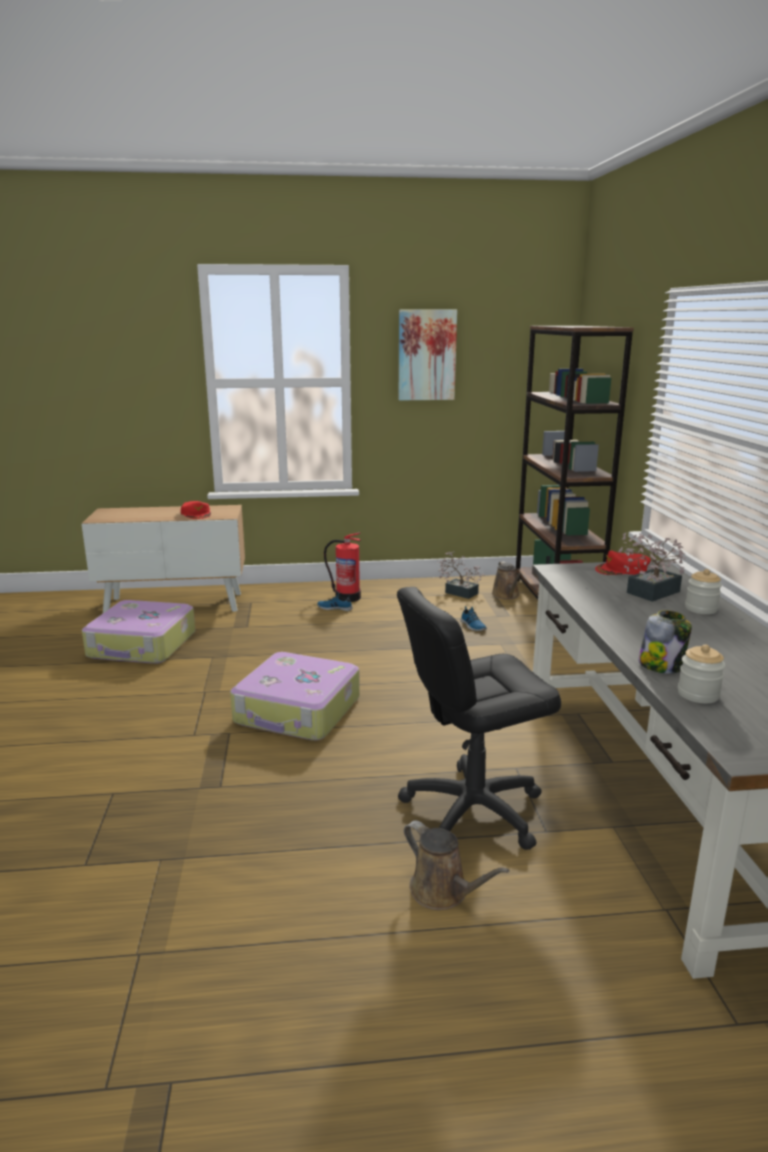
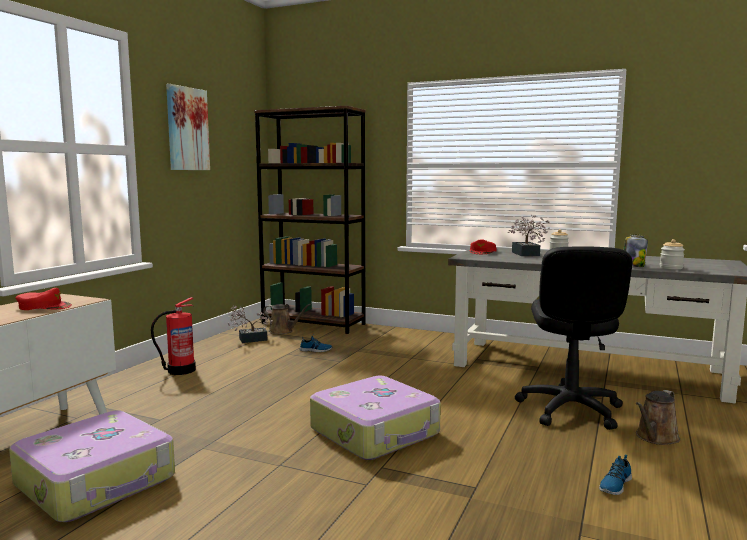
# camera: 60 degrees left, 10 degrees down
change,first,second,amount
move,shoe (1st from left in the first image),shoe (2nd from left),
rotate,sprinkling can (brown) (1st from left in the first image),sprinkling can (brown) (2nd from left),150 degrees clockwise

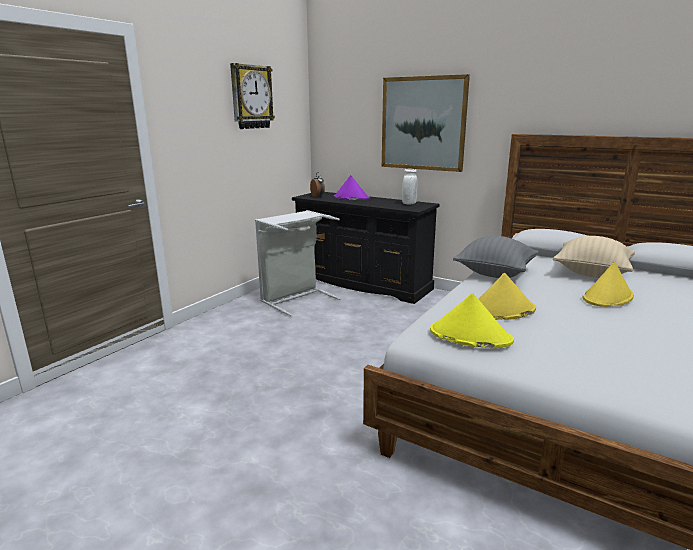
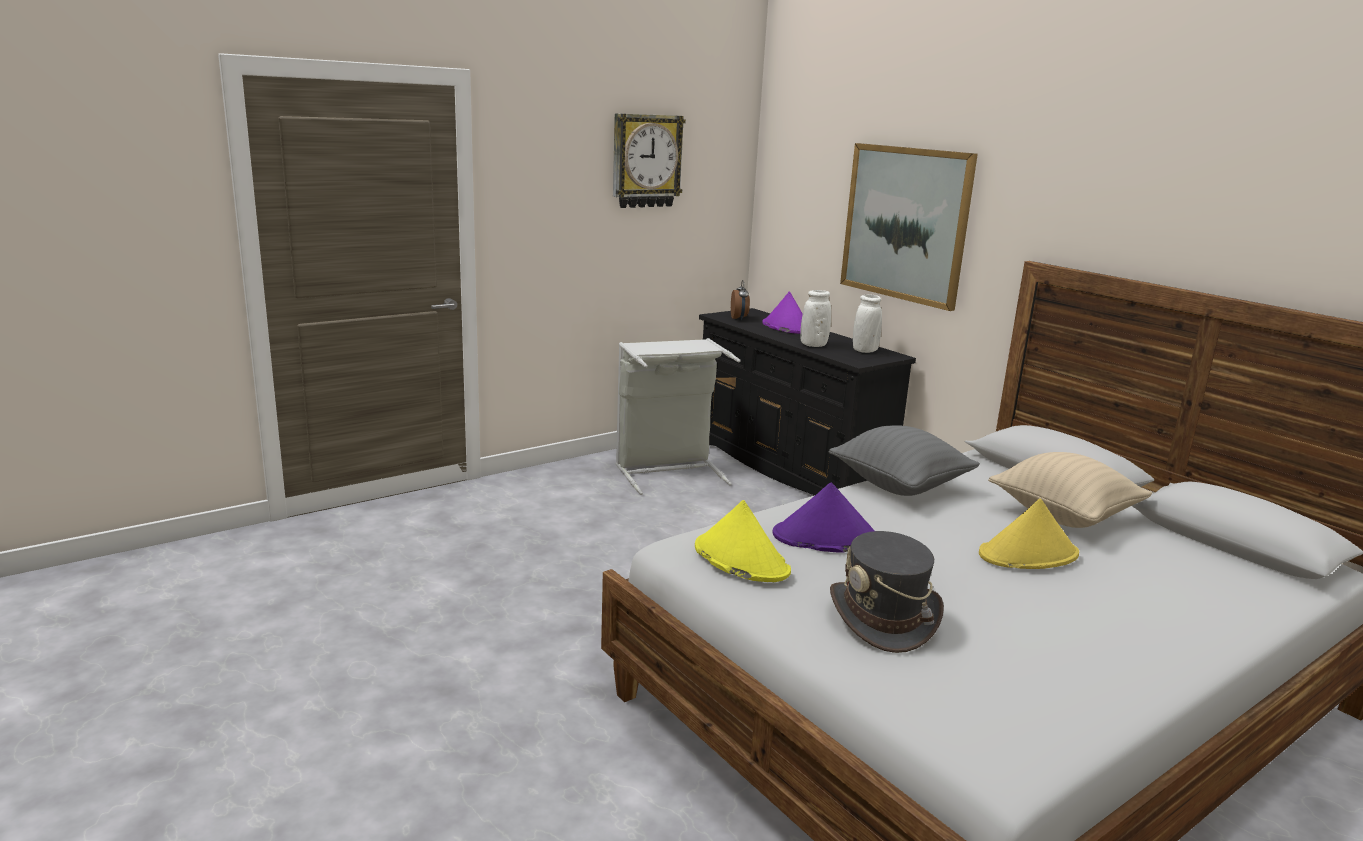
# camera: 20 degrees right, 0 degrees up
change,first,second,amount
recolor,clothing hat (yellow) (2nd from left),clothing hat (purple) (2nd from left),
insert,,vase (white-coloured) (1st from left),
insert,,clothing hat (greyish),

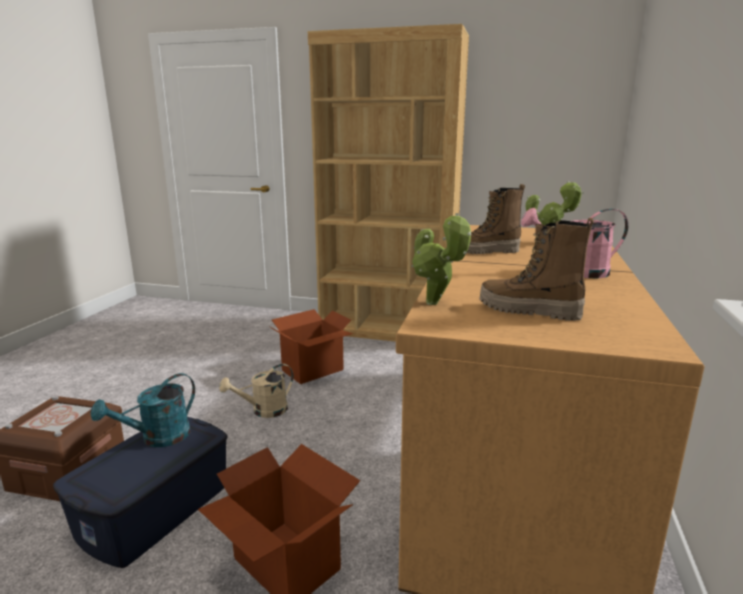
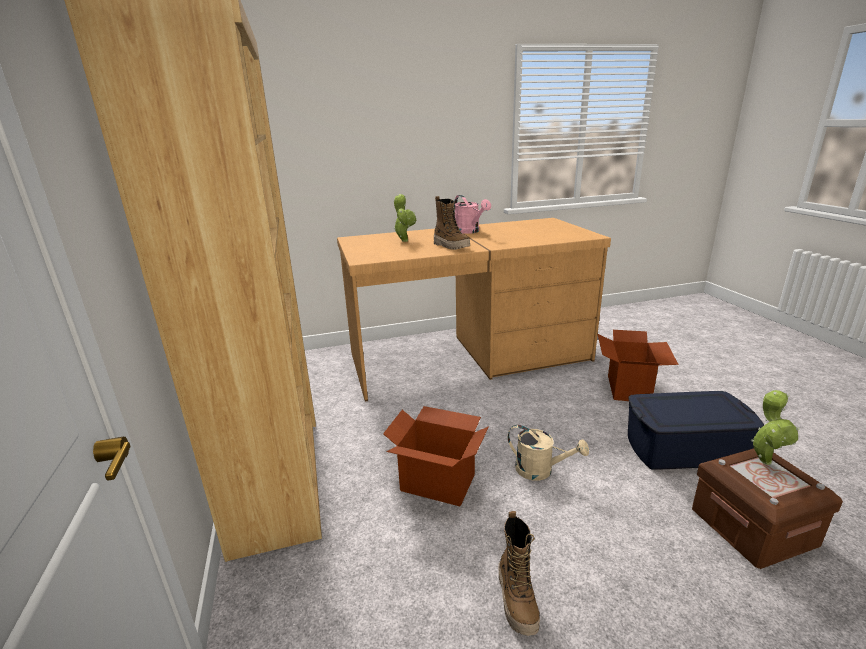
# camera: 120 degrees left, 5 degrees up
change,first,second,amount
move,plant in a pot (1st from left in the first image),plant in a pot (2nd from left),
move,boot (2nd from left),,
delete,sprinkling can (turquoise),,

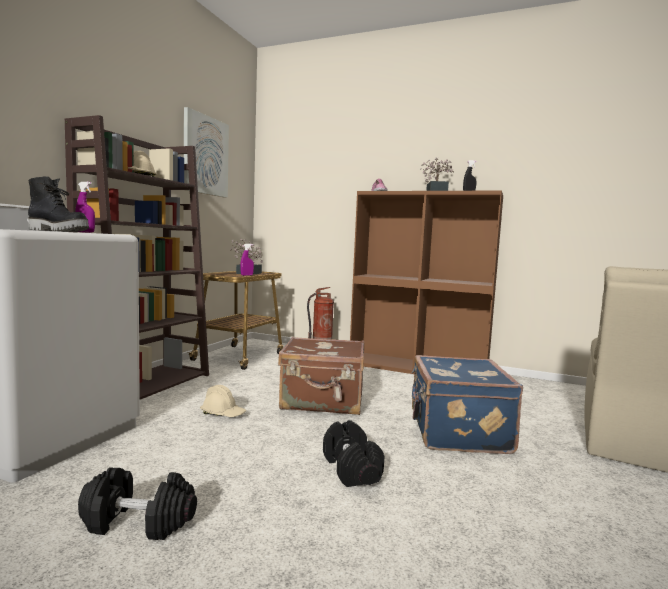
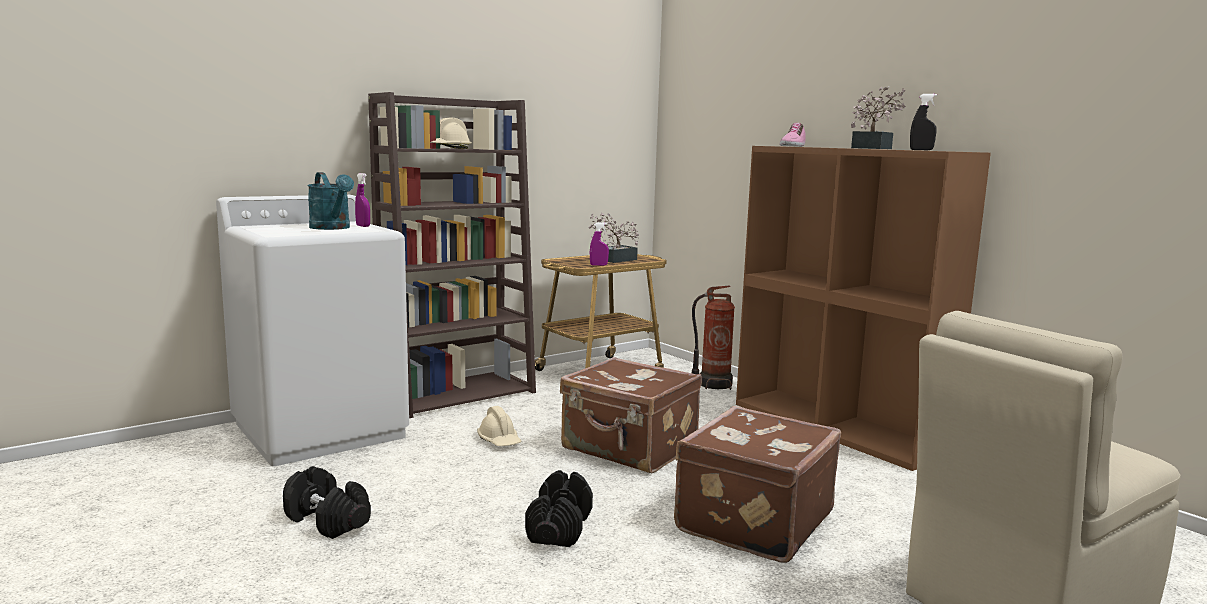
# camera: 30 degrees right, 5 degrees up
change,first,second,amount
delete,wall picture,,
replace,boot (blackish),sprinkling can (turquoise),
recolor,suitcase (blue),suitcase (brown) (2nd from left),

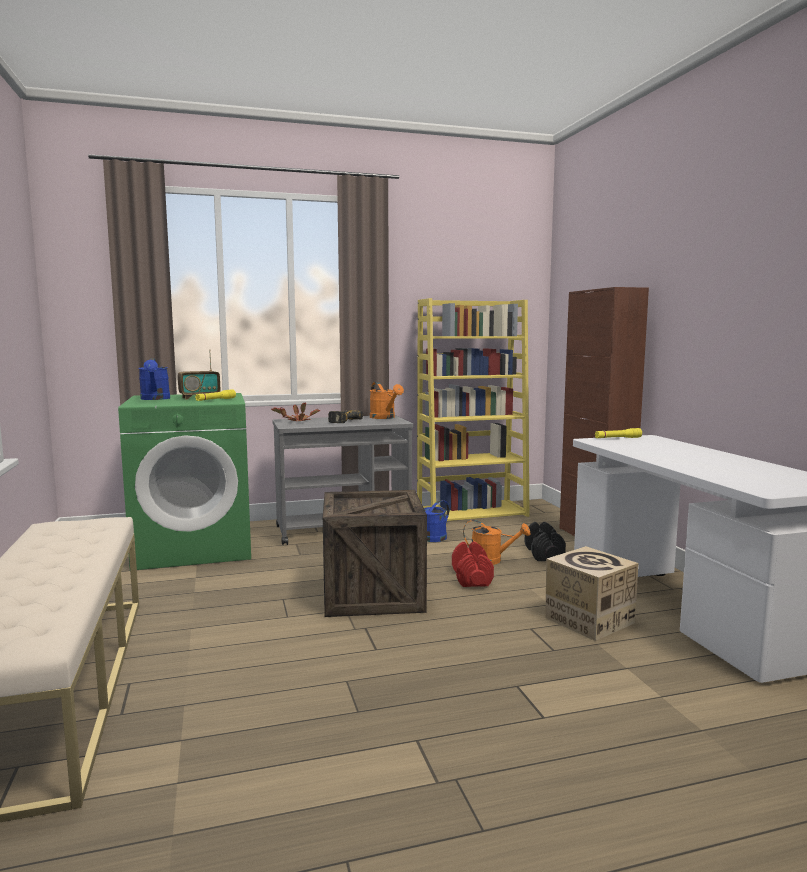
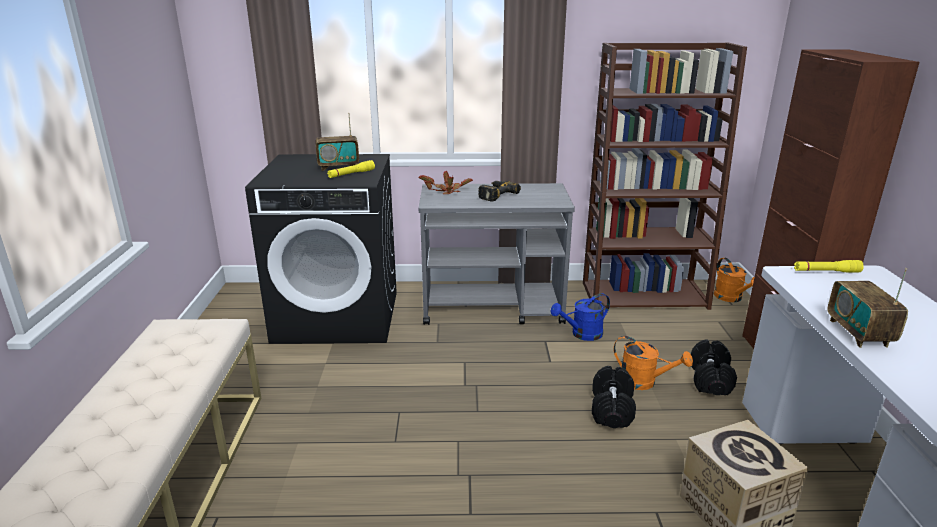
# camera: 15 degrees right, 15 degrees up
change,first,second,amount
recolor,bookshelf (yellow),bookshelf (brown),
delete,sprinkling can (blue) (1st from left),,
move,sprinkling can (orange-coloured) (1st from left in the first image),sprinkling can (orange-coloured) (2nd from left),
recolor,laundry appliance (green-coloured),laundry appliance (blackish),
delete,packing crate,,
recolor,free weight (red-coloured),free weight (blackish) (1st from left),
insert,,radio (2nd from left),

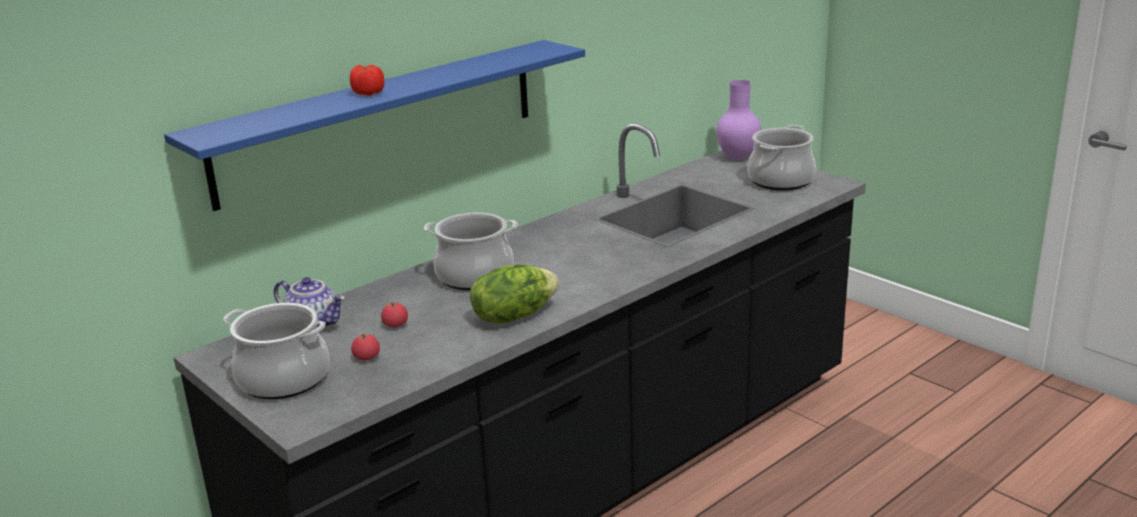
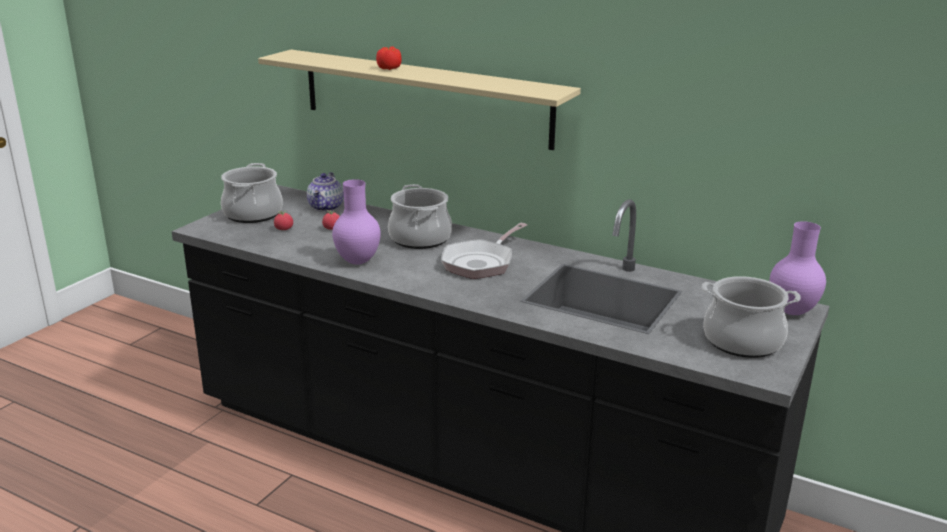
# camera: 70 degrees right, 0 degrees up
change,first,second,amount
recolor,bracket shelf (blue),bracket shelf (beige-coloured),
replace,head of lettuce,vase (purple) (1st from left),
insert,,frying pan,

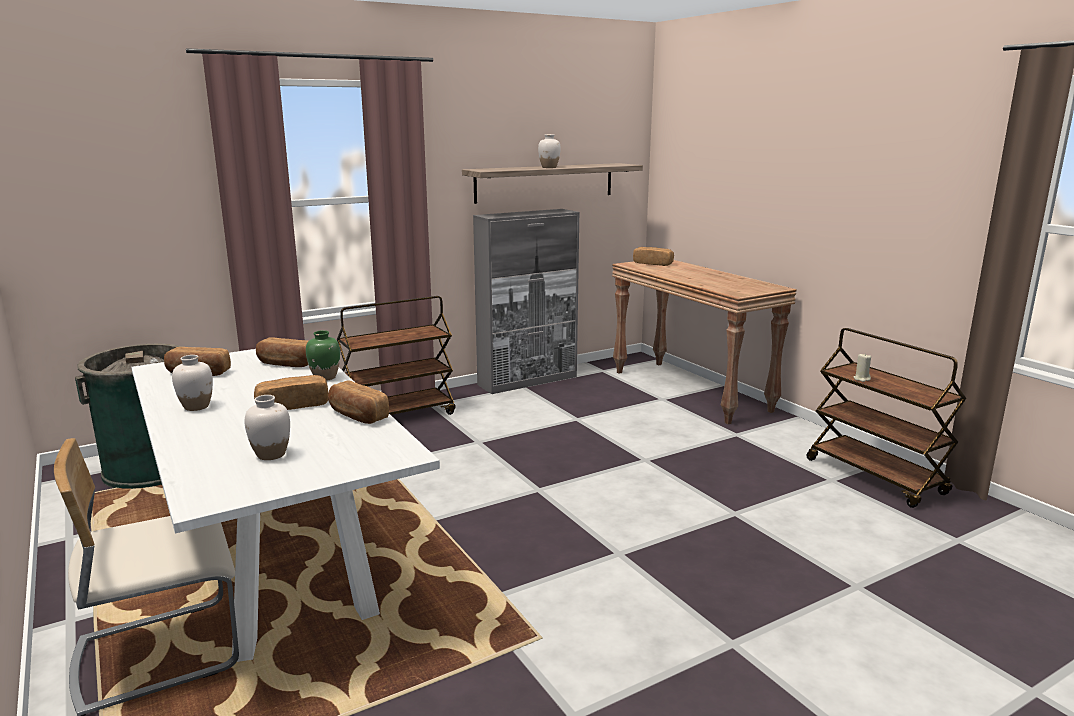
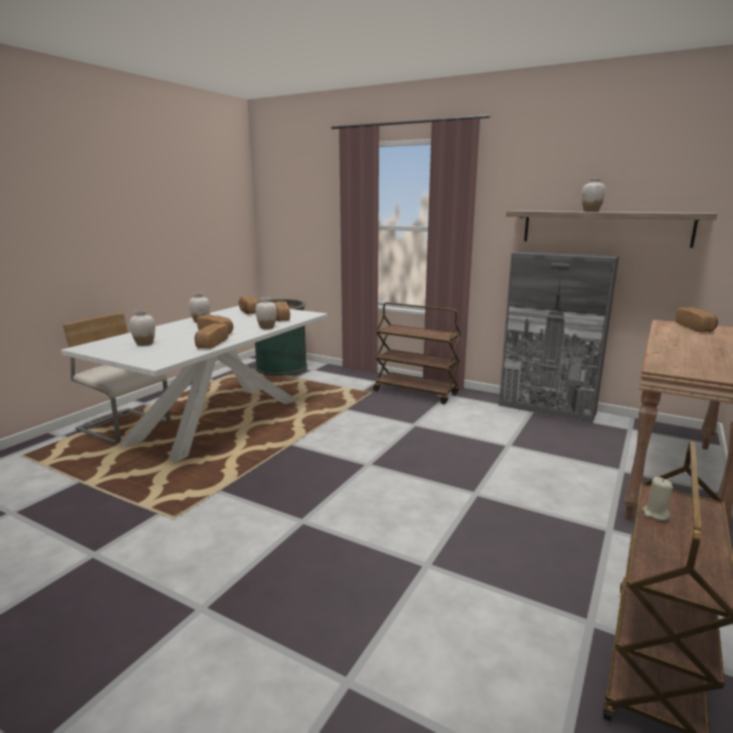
# camera: 60 degrees right, 0 degrees up
change,first,second,amount
recolor,vase (green-coloured),vase (white-coloured) (3rd from left),

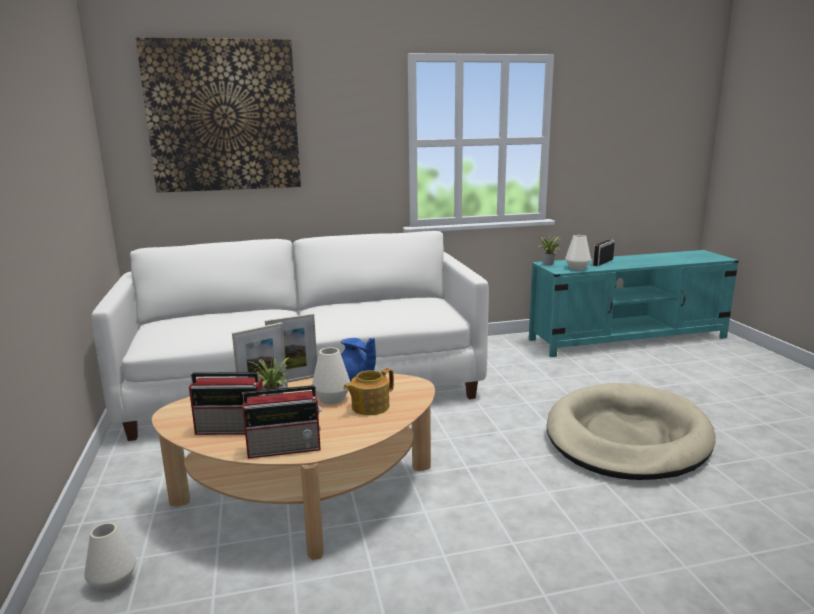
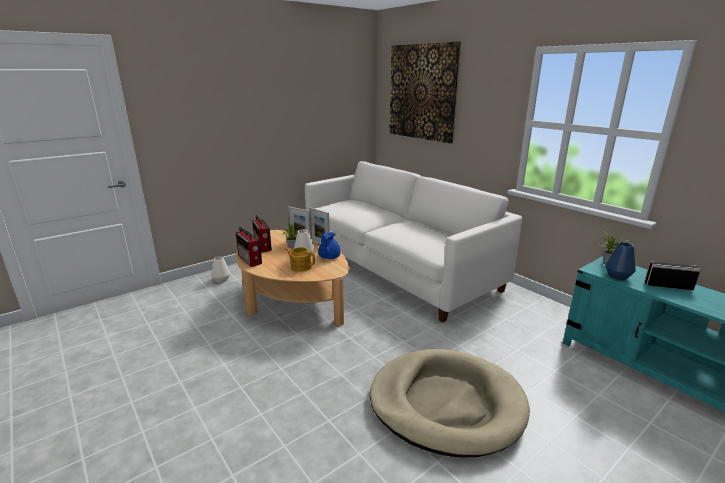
# camera: 65 degrees right, 5 degrees up
change,first,second,amount
recolor,vase (white-coloured) (3rd from left),vase (blue),

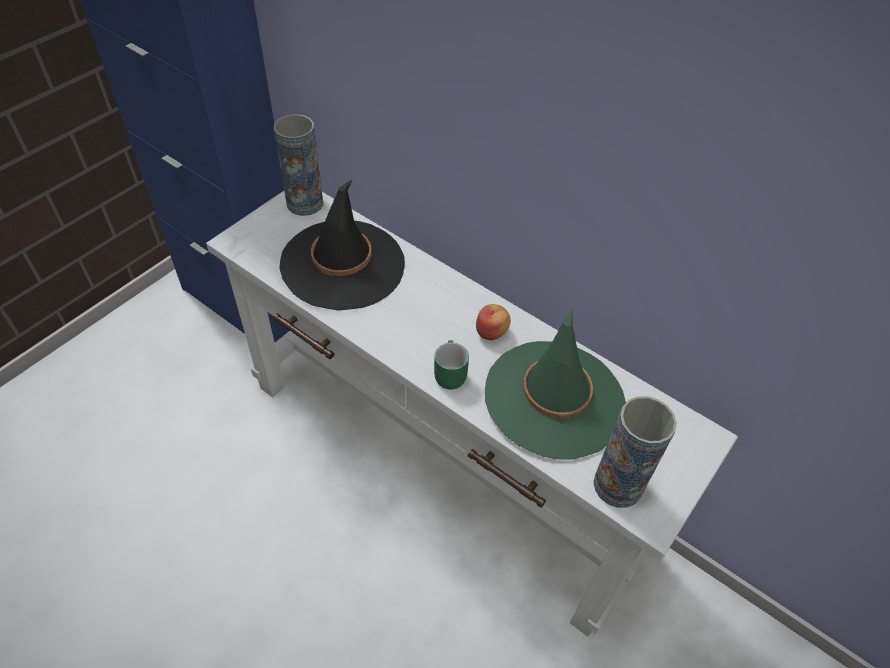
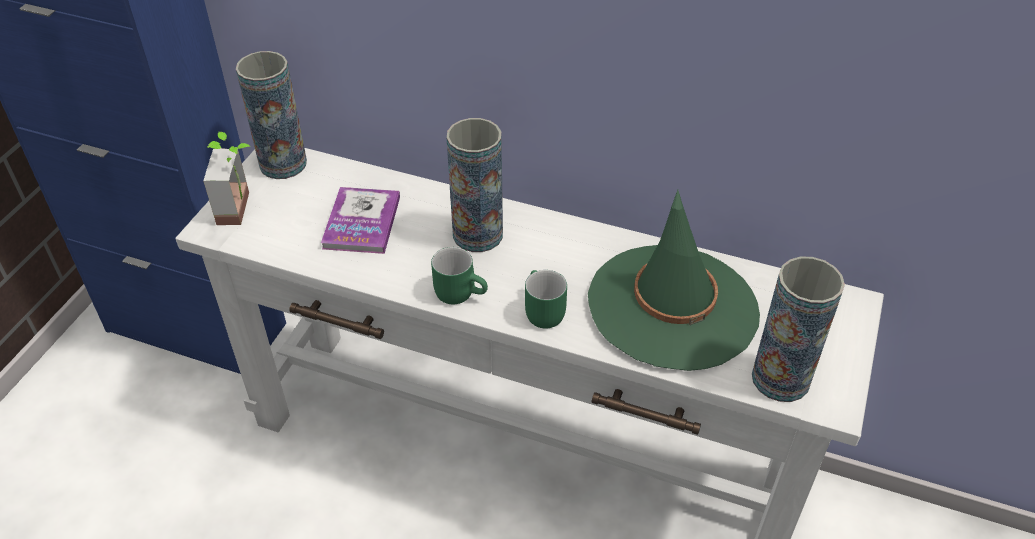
# camera: 15 degrees left, 5 degrees down
change,first,second,amount
replace,clothing hat (blackish),book,
delete,whole apple,,
insert,,vase (2nd from left),
insert,,plant in a pot,
insert,,coffee mug (green-coloured) (1st from left),

